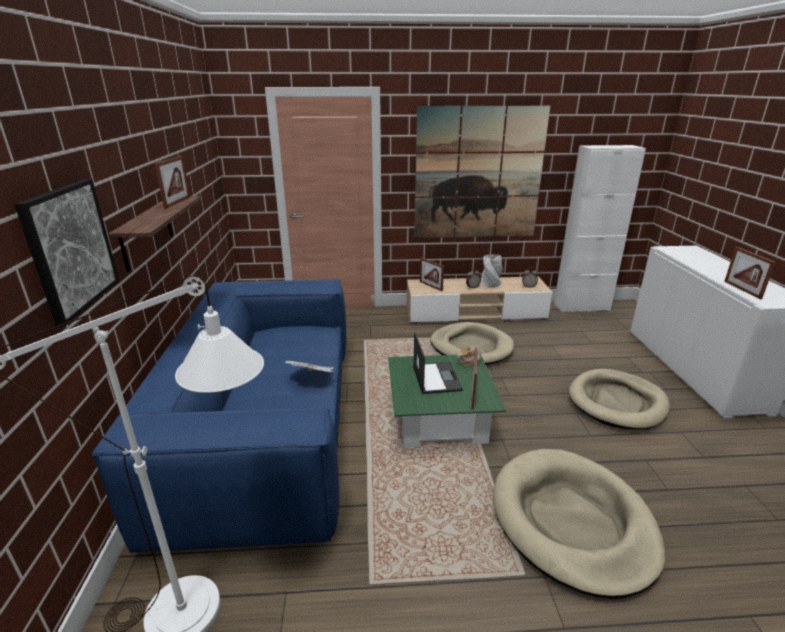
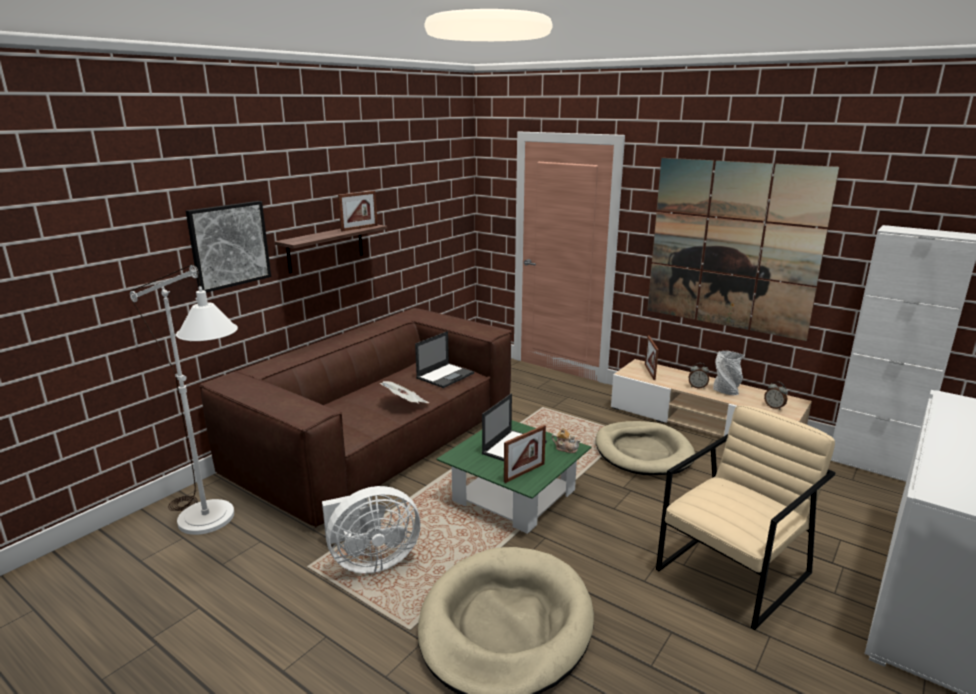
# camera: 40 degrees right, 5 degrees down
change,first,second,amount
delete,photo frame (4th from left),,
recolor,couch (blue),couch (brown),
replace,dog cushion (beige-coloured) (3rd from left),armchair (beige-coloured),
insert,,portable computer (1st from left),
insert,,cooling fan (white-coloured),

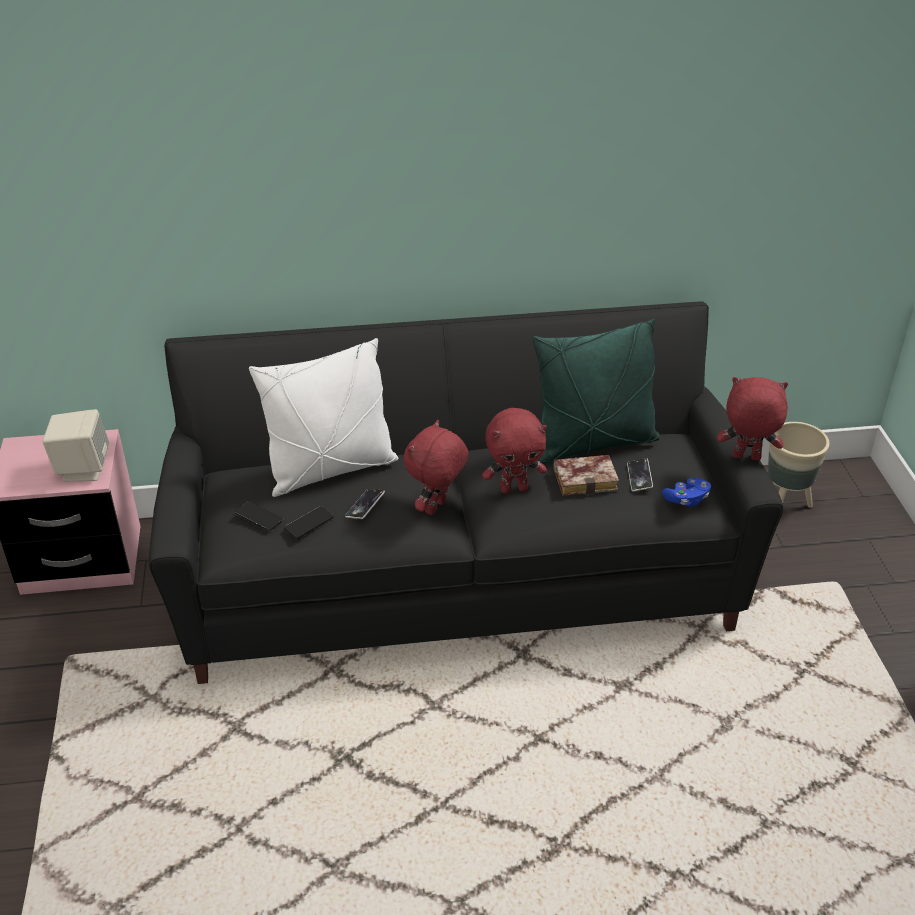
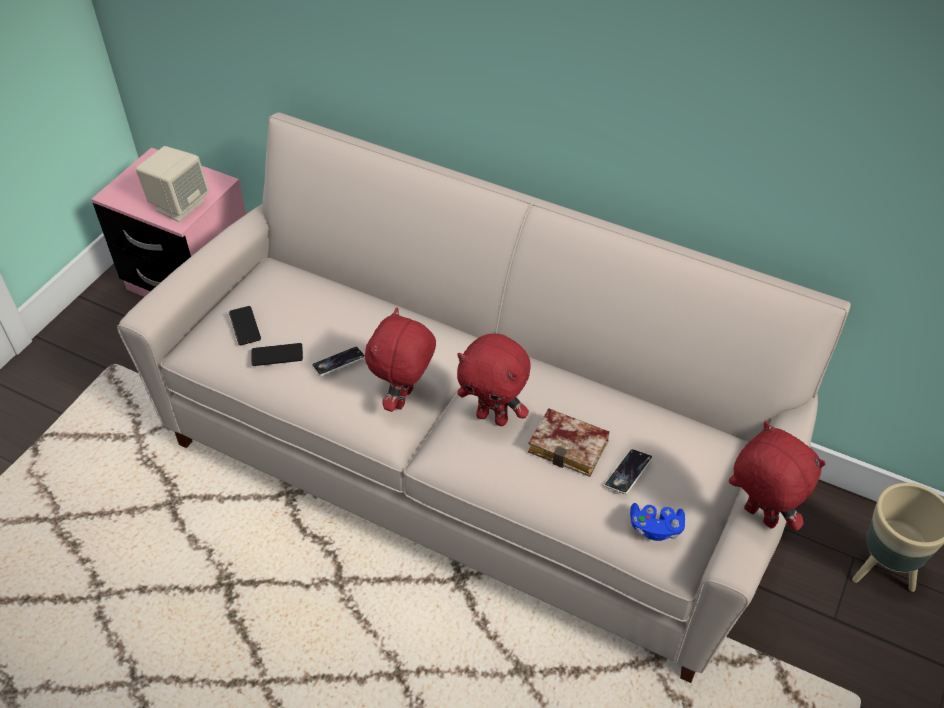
# camera: 35 degrees right, 10 degrees up
change,first,second,amount
recolor,couch (blackish),couch (beige-coloured),
delete,throw pillow (green-coloured),,
delete,throw pillow (white-coloured),,
rotate,soft toy (red-coloured) (1st from left),,45 degrees counterclockwise

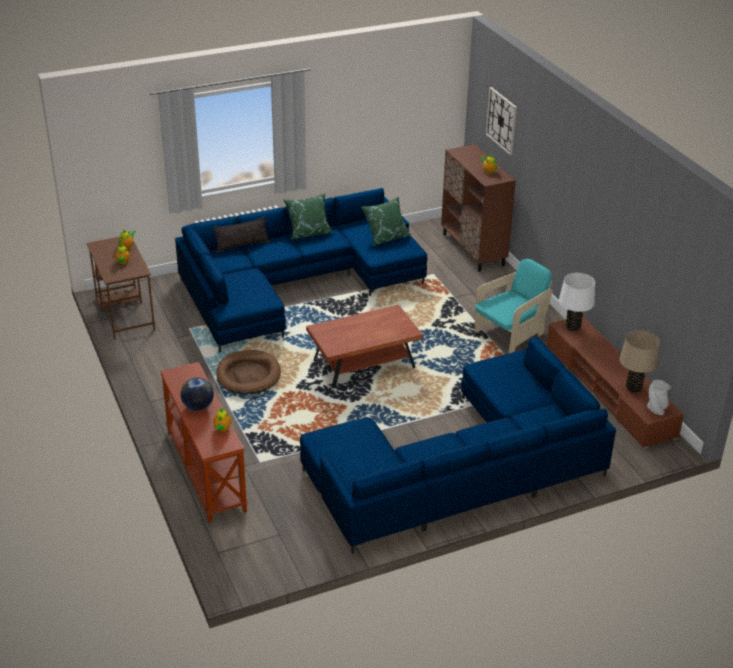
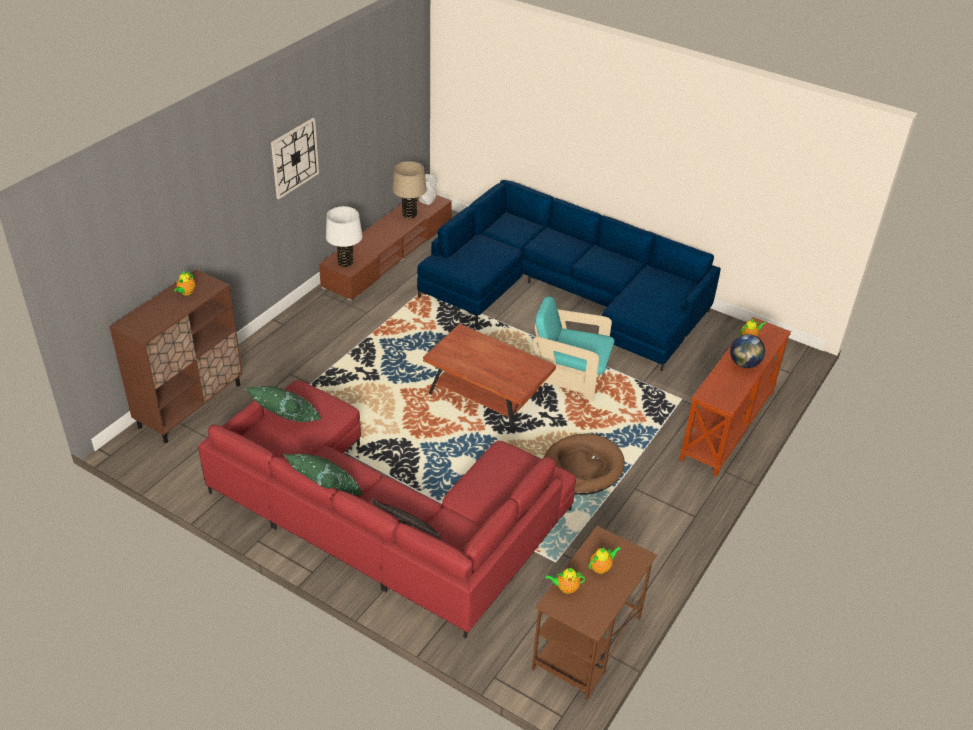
# camera: 125 degrees left, 5 degrees up
change,first,second,amount
move,hanging clock,,
recolor,couch (blue) (1st from left),couch (red-coloured),
move,armchair (turquoise),,

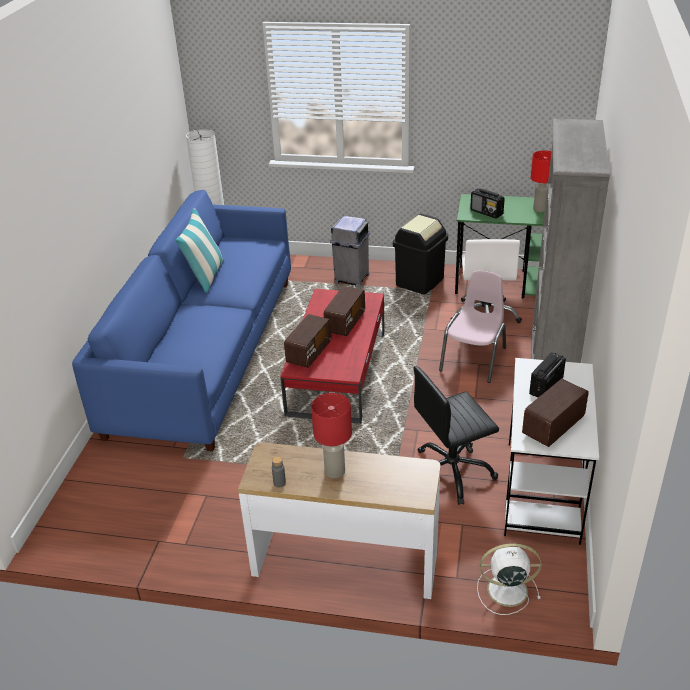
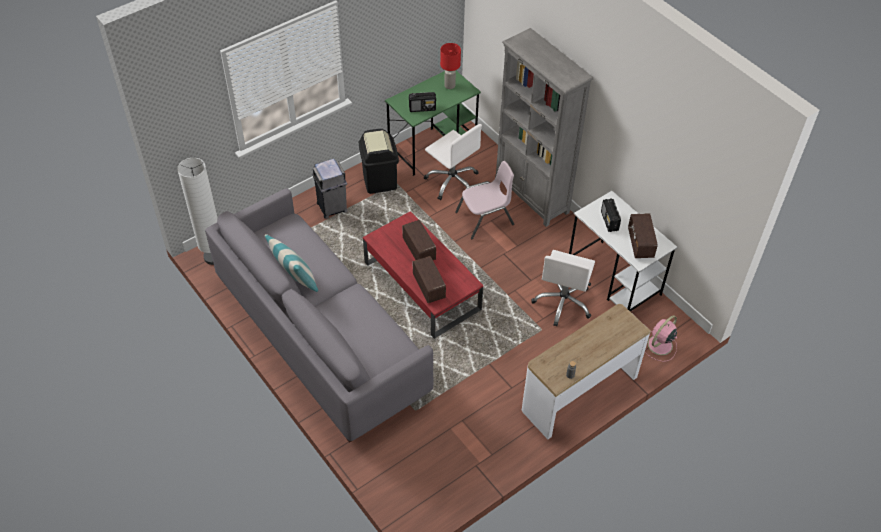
# camera: 50 degrees left, 15 degrees up
change,first,second,amount
recolor,couch (blue),couch (greyish),
rotate,upright chair (pinkish),,90 degrees clockwise
recolor,office chair (blackish),office chair (white-coloured) (2nd from left),
delete,tabletop lamp (red-coloured) (1st from left),,
recolor,cooling fan (white-coloured),cooling fan (pinkish),

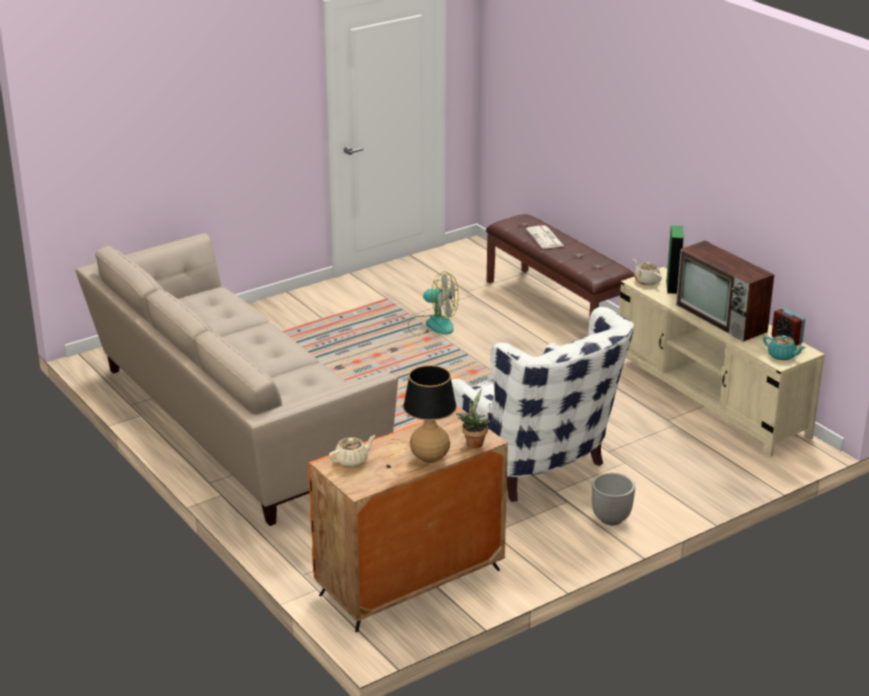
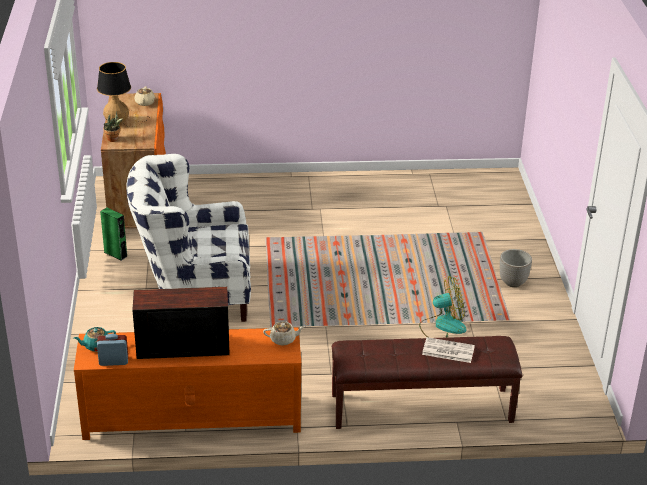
# camera: 120 degrees right, 5 degrees up
change,first,second,amount
move,loudspeaker (green-coloured),,
delete,couch (beige-coloured),,
recolor,tv stand (beige-coloured),tv stand (orange-coloured),
rotate,cooling fan,,150 degrees counterclockwise
move,plant pot,,

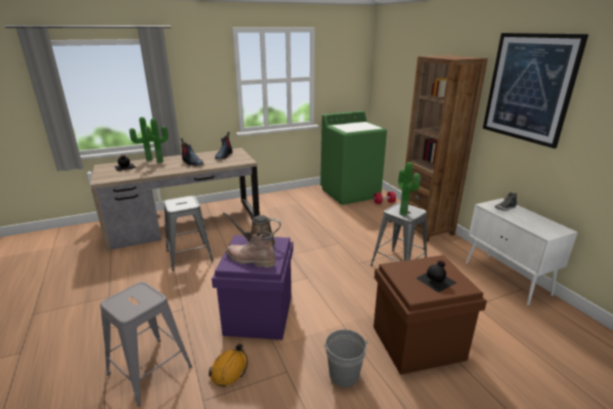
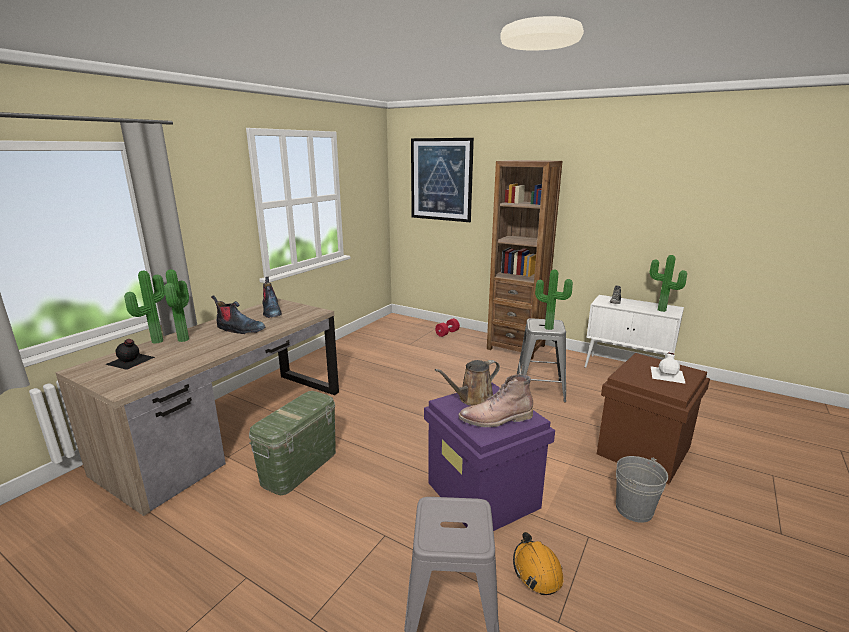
# camera: 35 degrees left, 5 degrees down
change,first,second,amount
move,wall picture,,
delete,laundry appliance (green-coloured),,
replace,stool (greyish) (2nd from left),storage container (green-coloured),
recolor,bottle (blackish) (2nd from left),bottle (white-coloured),
insert,,plant in a pot (4th from left),

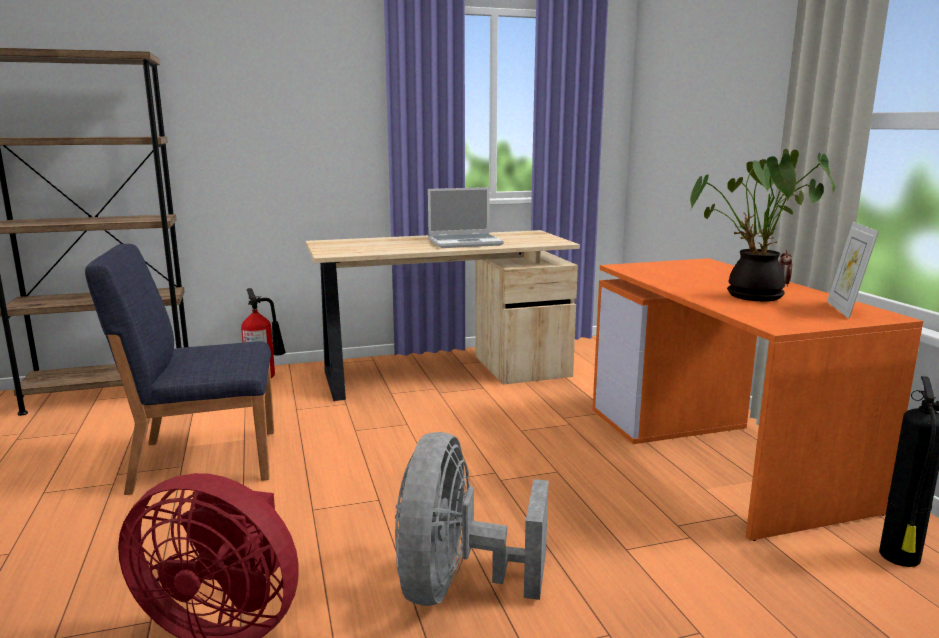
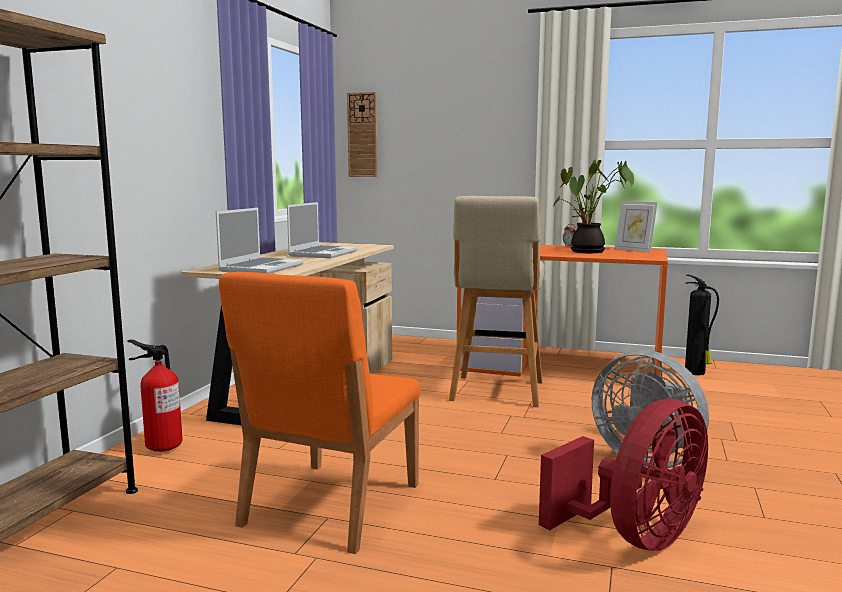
# camera: 55 degrees left, 5 degrees down
change,first,second,amount
recolor,upright chair (blue),upright chair (orange-coloured),
insert,,hanging clock,
insert,,stool (beige-coloured),
insert,,portable computer (1st from left),

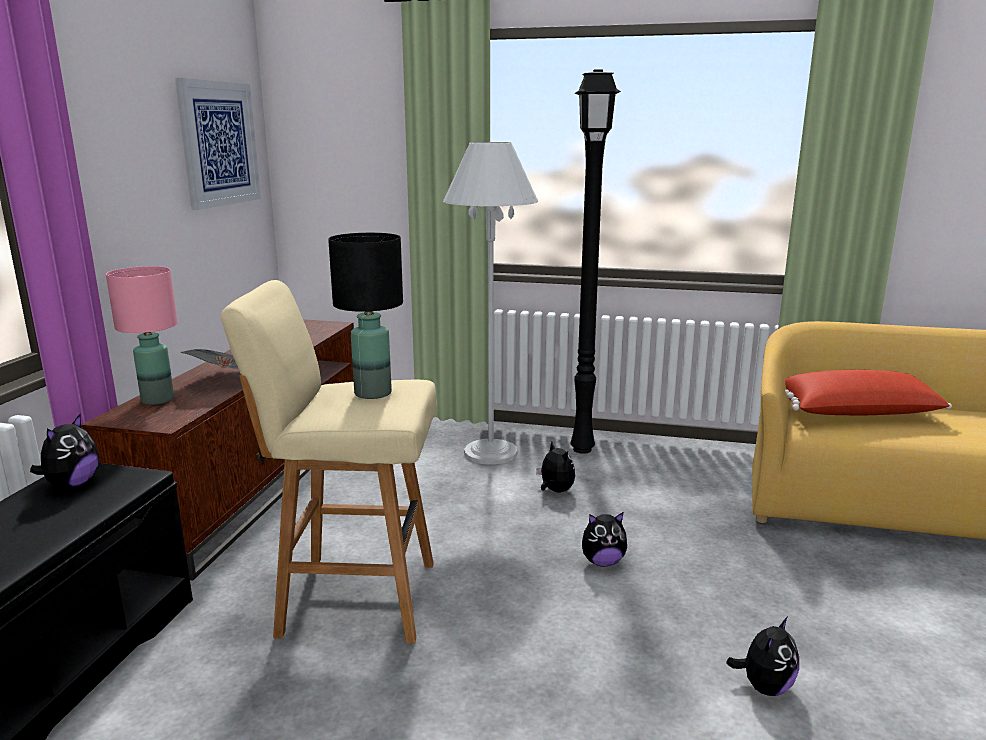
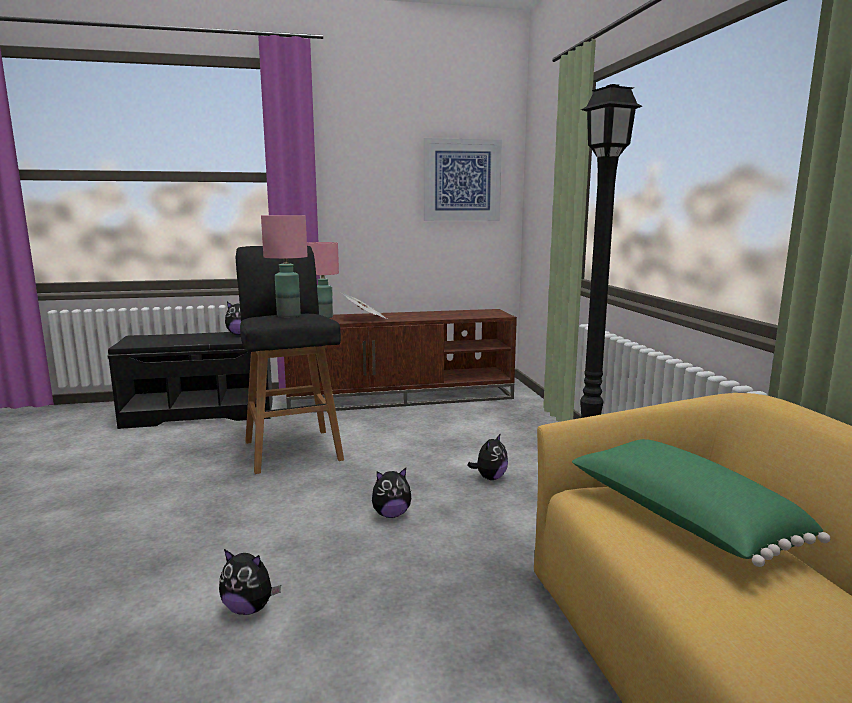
# camera: 65 degrees right, 5 degrees down
change,first,second,amount
delete,floor lamp (white-coloured),,
recolor,tabletop lamp (blackish),tabletop lamp (pinkish) (1st from left),
recolor,stool (beige-coloured),stool (blackish),
recolor,throw pillow (red-coloured),throw pillow (green-coloured),
rotate,soft toy (3rd from left),,75 degrees counterclockwise

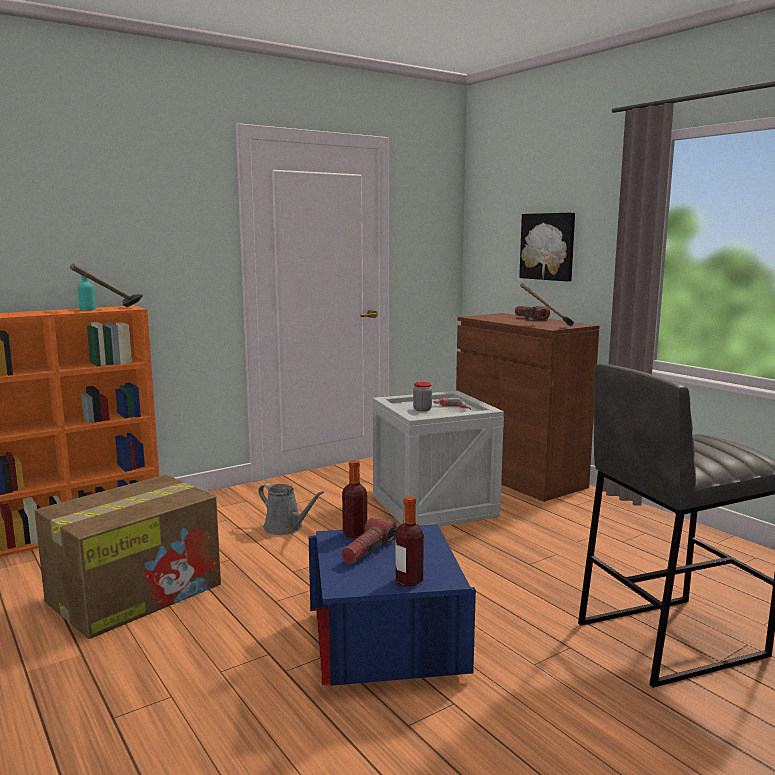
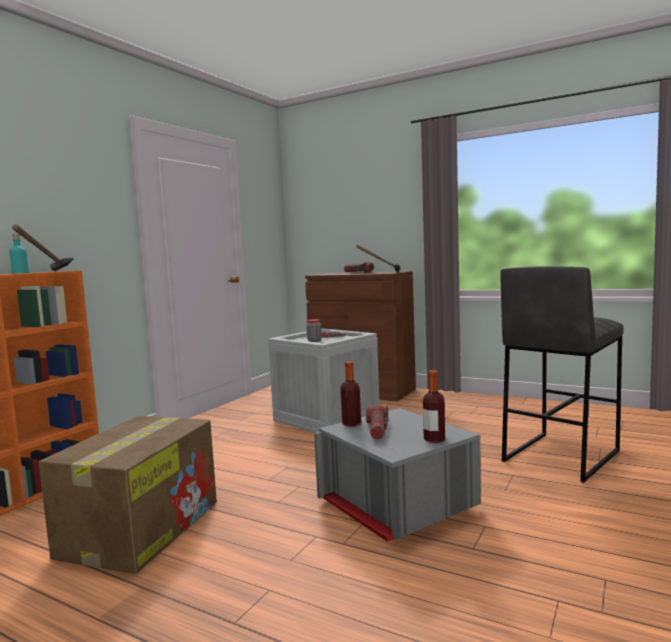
# camera: 25 degrees left, 5 degrees down
change,first,second,amount
delete,wall picture,,
delete,sprinkling can (greyish),,
recolor,storage container (blue),storage container (greyish),

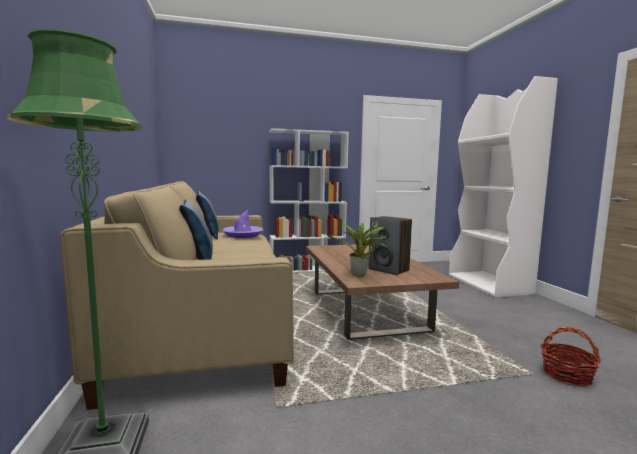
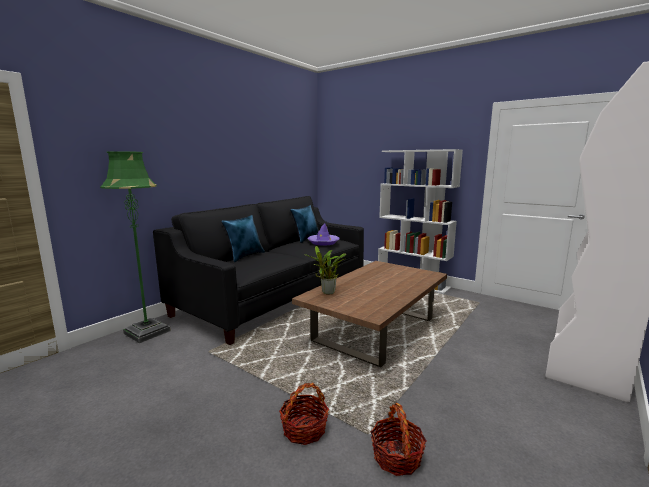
# camera: 50 degrees right, 5 degrees up
change,first,second,amount
recolor,couch (beige-coloured),couch (blackish),
delete,loudspeaker,,
insert,,storage basket (1st from left),

